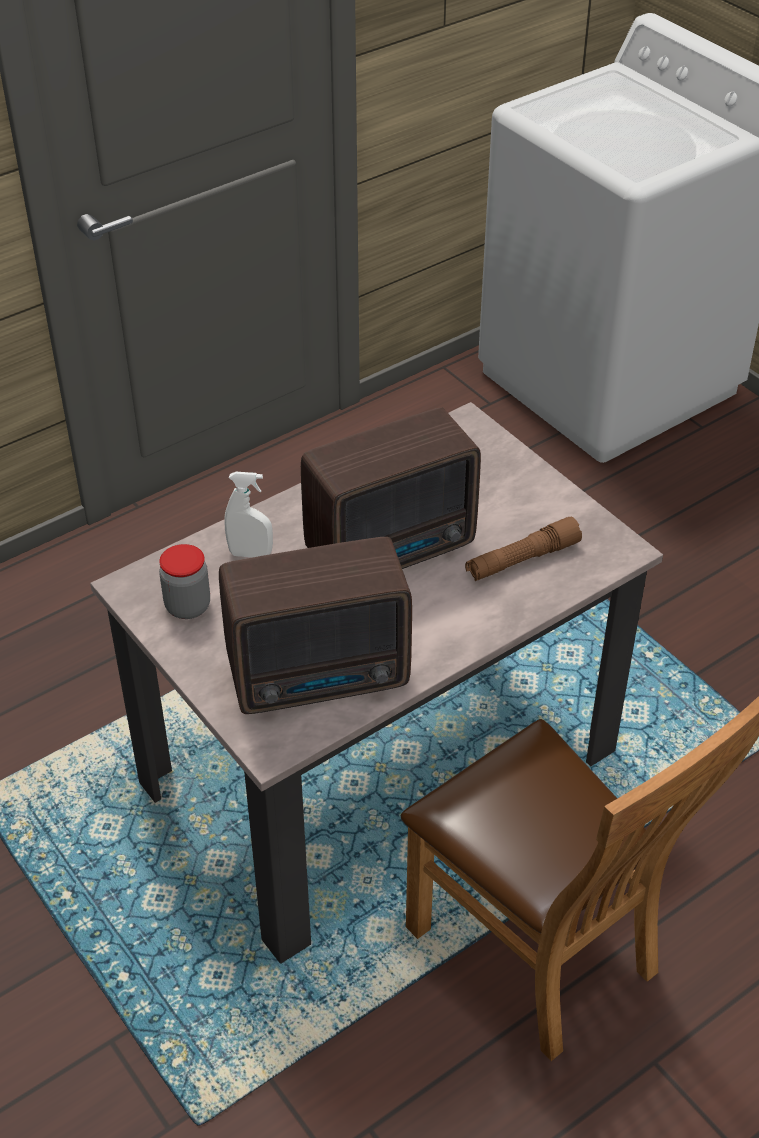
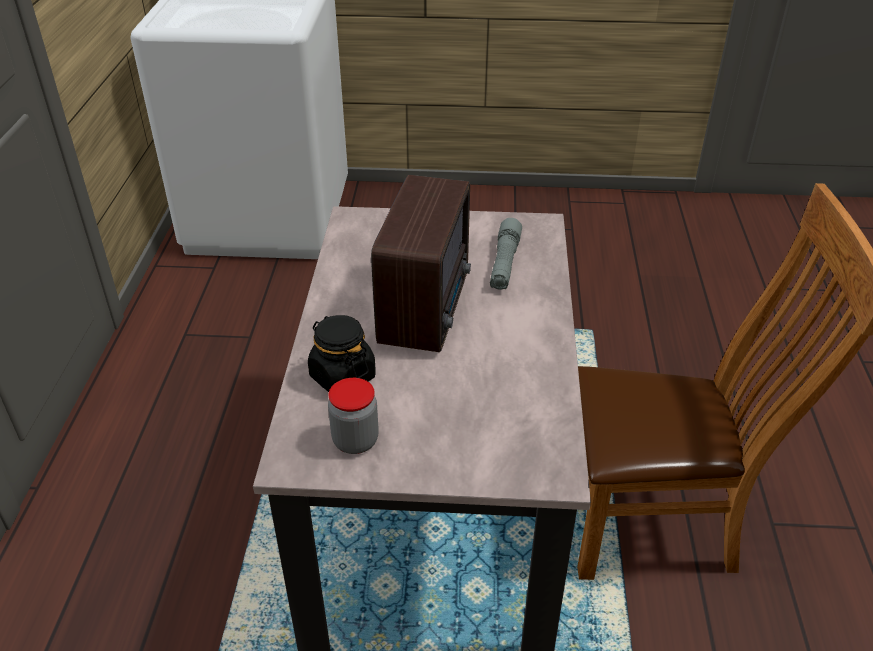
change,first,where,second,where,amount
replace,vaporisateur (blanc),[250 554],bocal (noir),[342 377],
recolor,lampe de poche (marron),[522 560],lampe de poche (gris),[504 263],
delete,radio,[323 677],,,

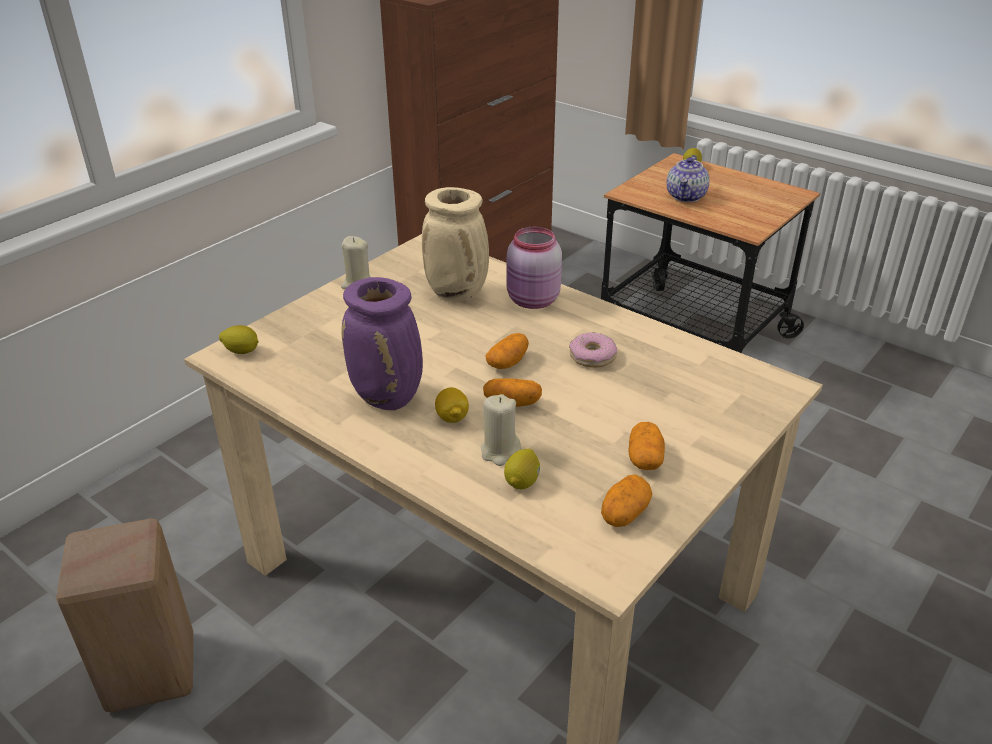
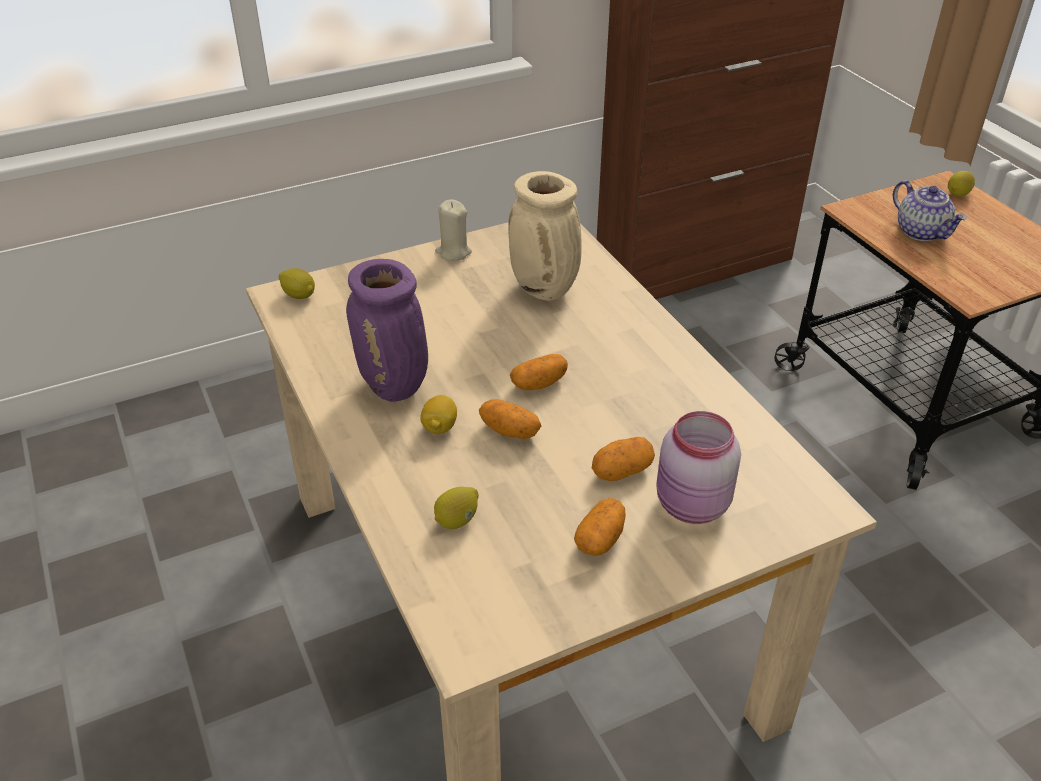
change,first,where,second,where,amount
move,pomme de terre,[624 513],,[621 471],
move,bocal (rose),[533 301],,[691 506],
rotate,théière,[686 196],,[922 232],75 degrees counterclockwise
delete,tabouret (beige),[148 670],,,
delete,bougie (beige),[500 452],,,
delete,beignet,[592 356],,,

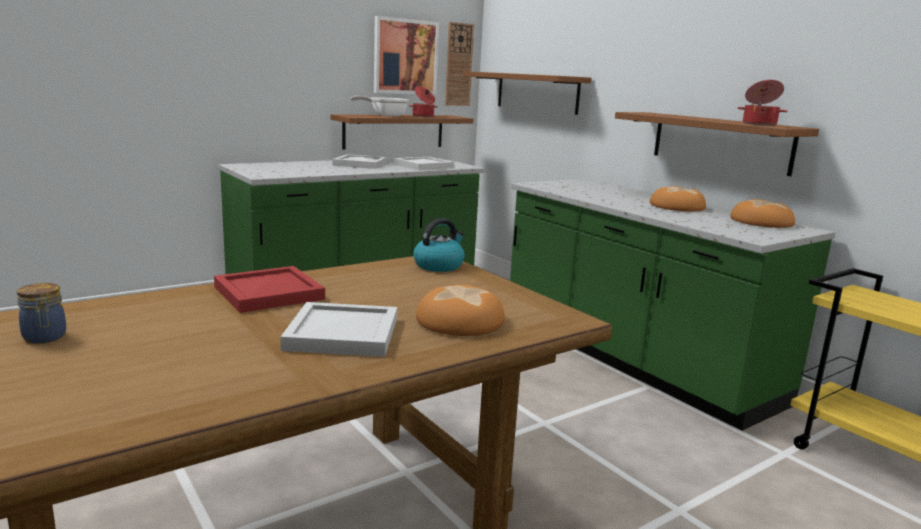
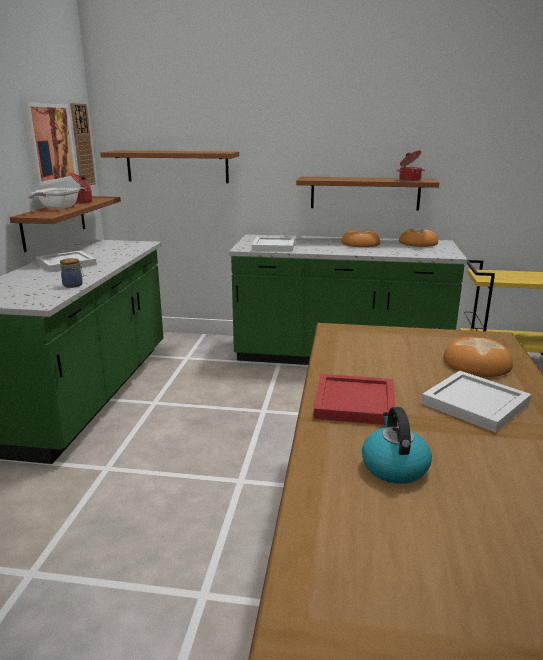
change,first,where,second,where,amount
move,bocal,[45 338],,[74 285],
move,plateau (blanc),[422 166],,[273 246],
move,bouilloire,[439 265],,[394 466],

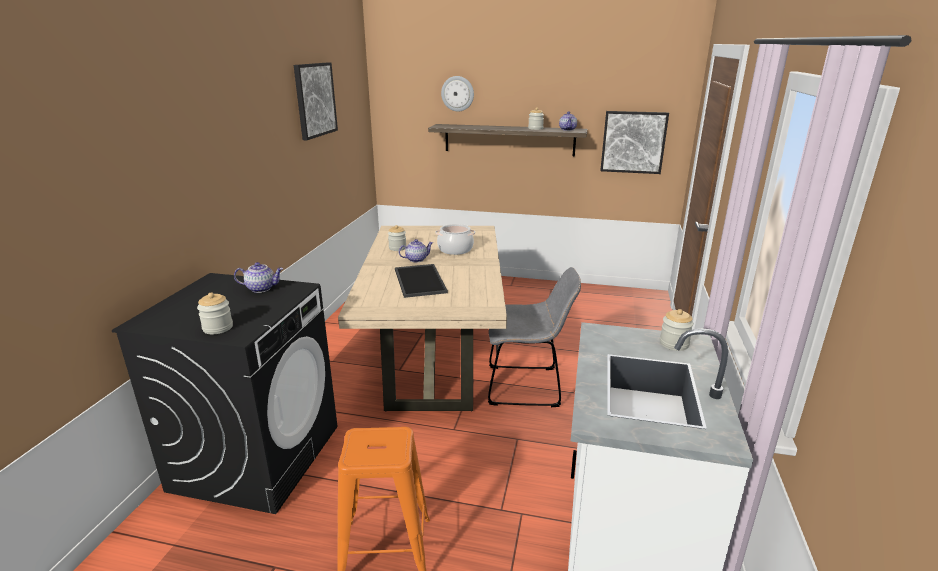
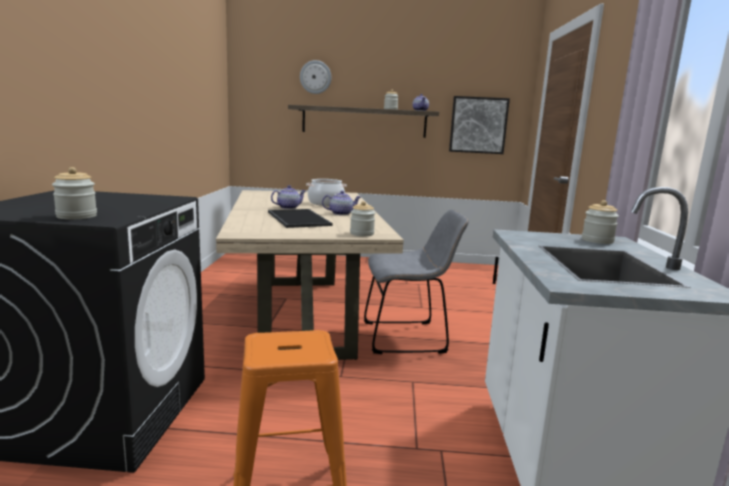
change,first,where,second,where,amount
move,théière,[261 288],,[341 213],
move,bocal,[397 248],,[362 234],
delete,tableau,[315 100],,,

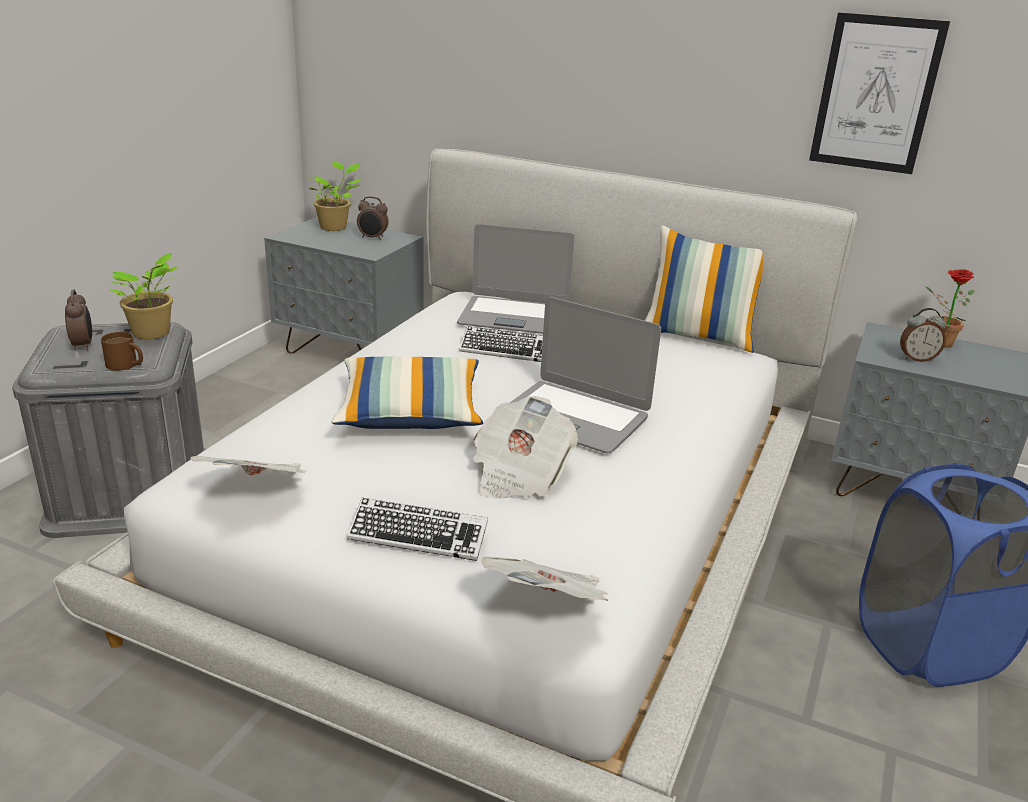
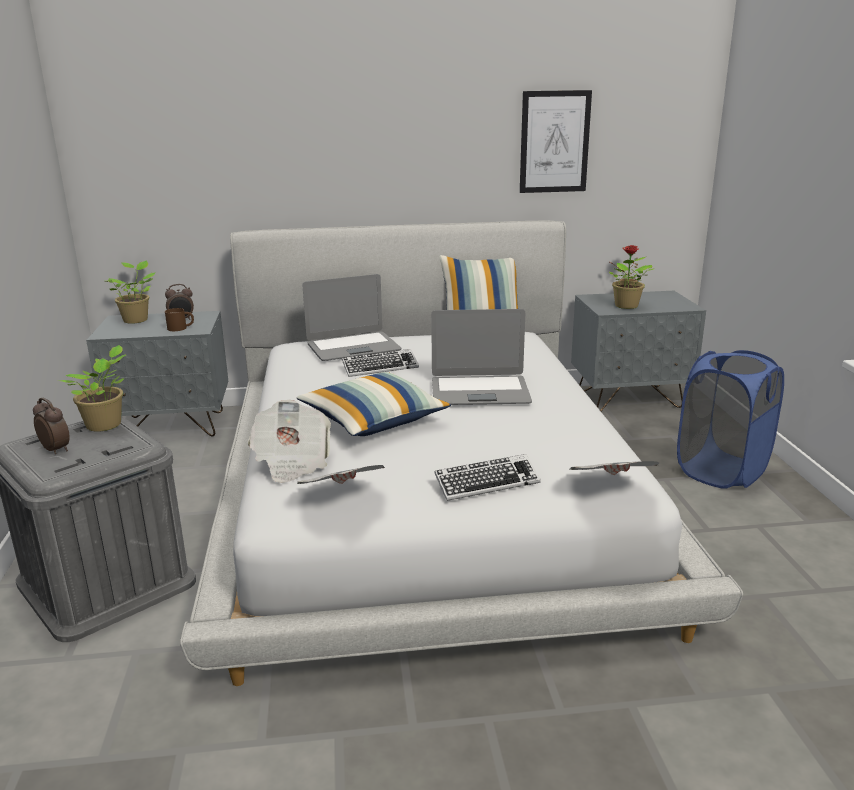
change,first,where,second,where,amount
move,mug (marron),[126 365],,[181 328],
move,journal,[519 474],,[292 462],
replace,réveil,[917 359],plante en pot,[626 306],

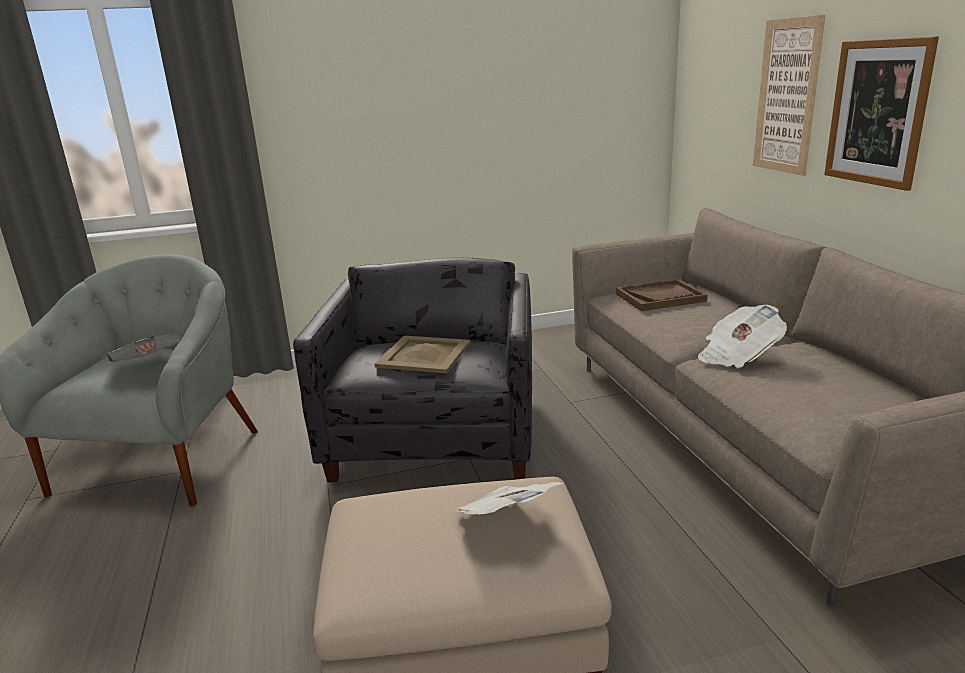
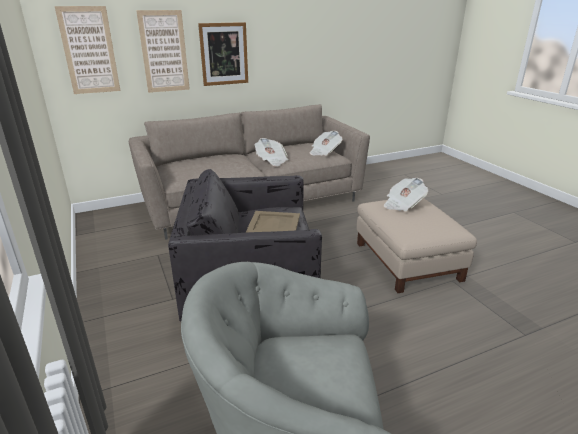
change,first,where,second,where,amount
insert,,,tableau,[89 51],
move,journal,[148 367],,[324 152],
delete,plateau (marron),[660 297],,,

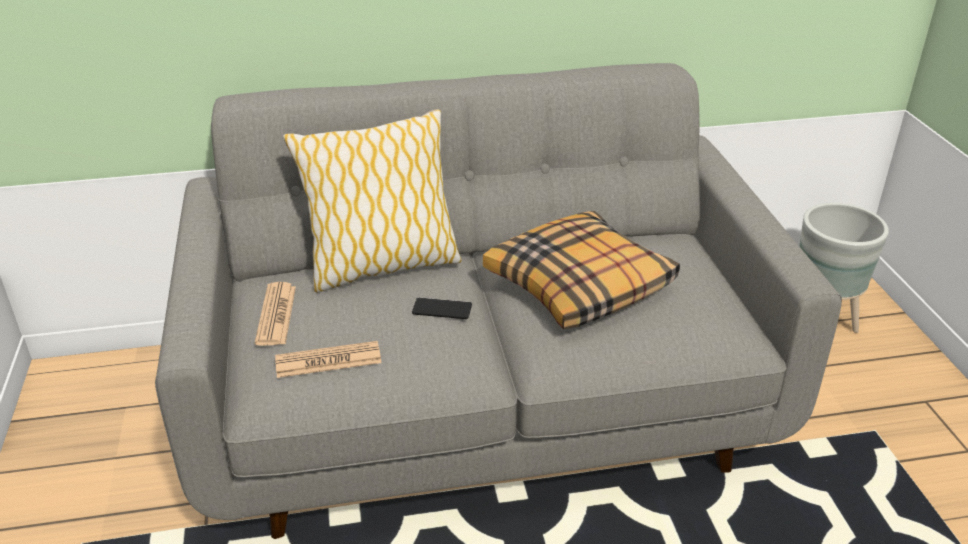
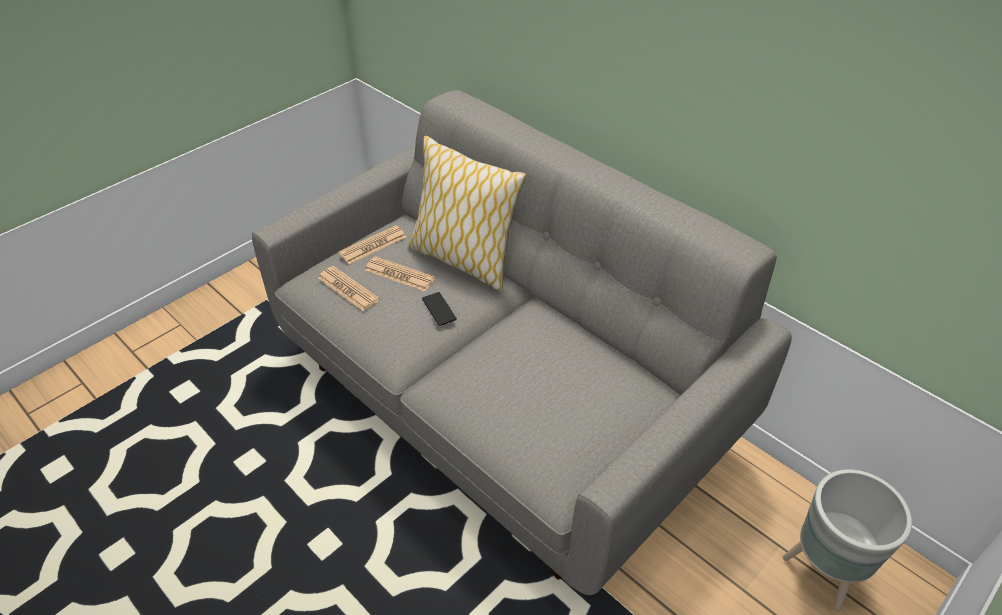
change,first,where,second,where,amount
insert,,,journal,[399 274],
delete,coussin,[579 286],,,

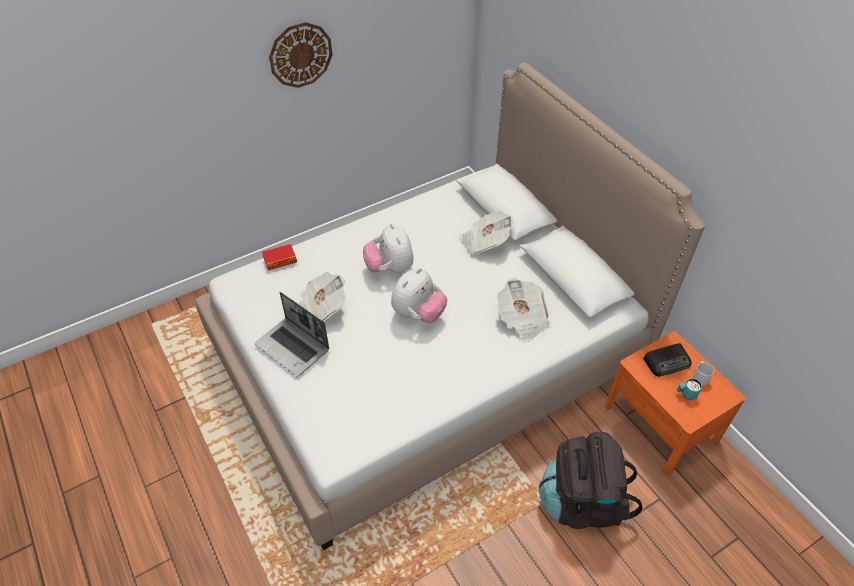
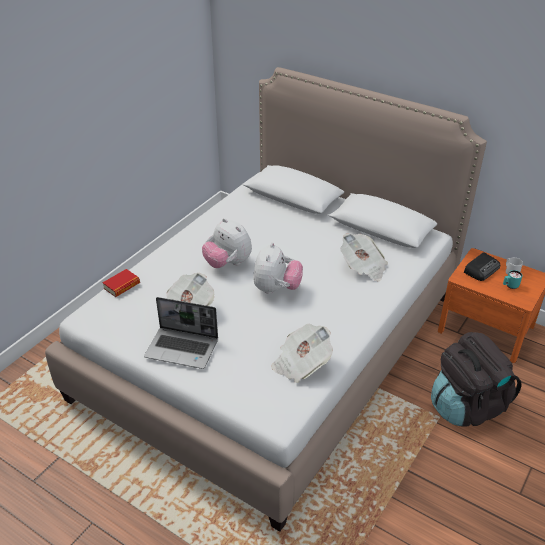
change,first,where,second,where,amount
move,journal,[484 242],,[301 364],
delete,horloge murale,[300 55],,,

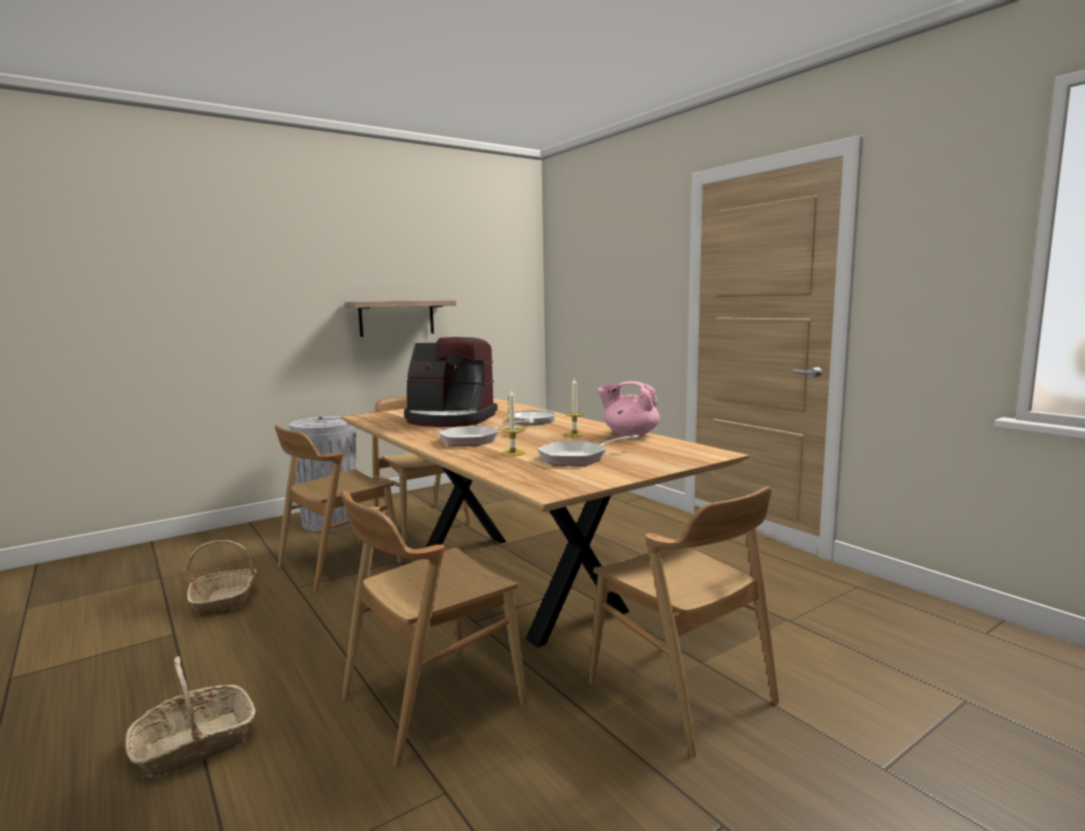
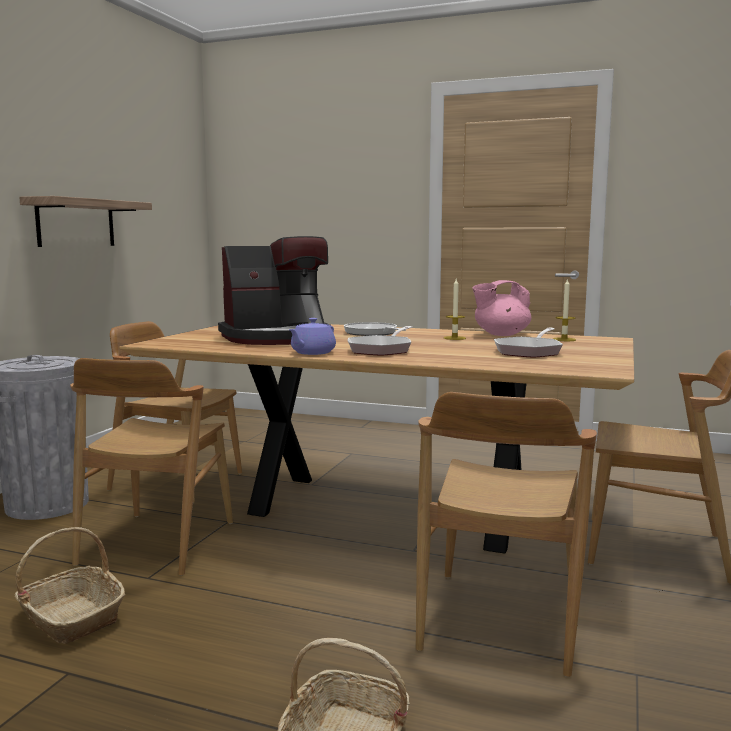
change,first,where,second,where,amount
insert,,,théière (violet),[312 353],
move,bougie,[513 453],,[564 339],

